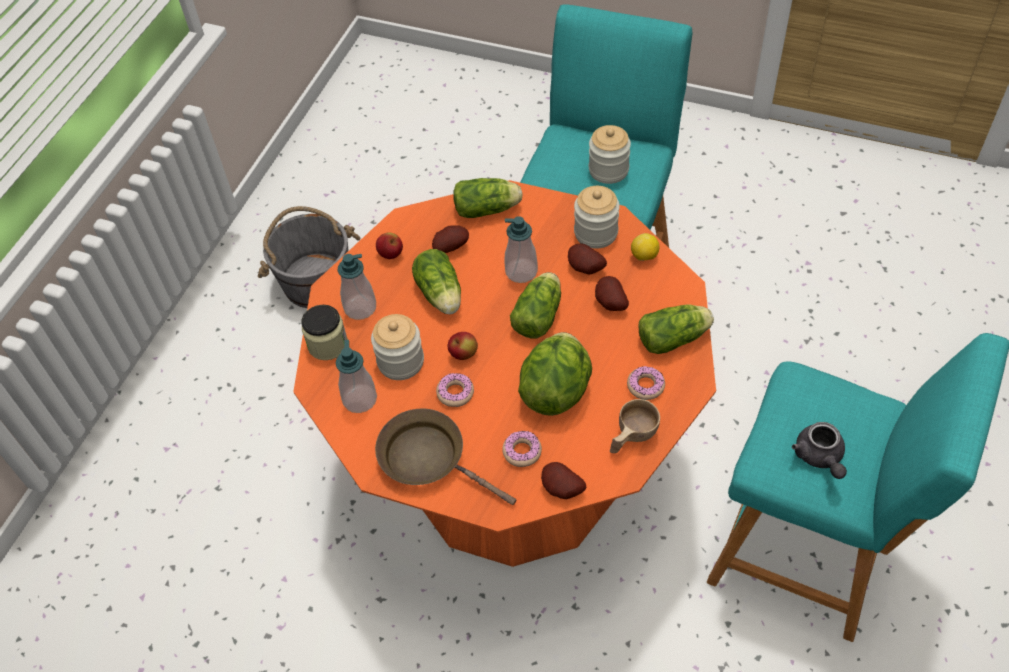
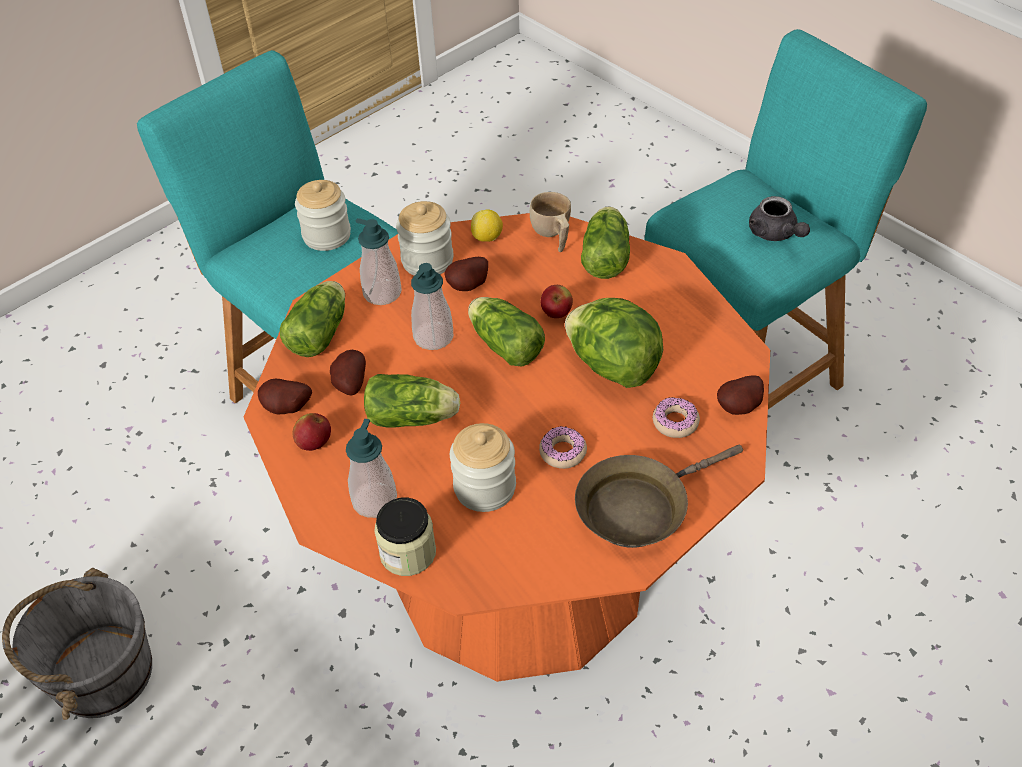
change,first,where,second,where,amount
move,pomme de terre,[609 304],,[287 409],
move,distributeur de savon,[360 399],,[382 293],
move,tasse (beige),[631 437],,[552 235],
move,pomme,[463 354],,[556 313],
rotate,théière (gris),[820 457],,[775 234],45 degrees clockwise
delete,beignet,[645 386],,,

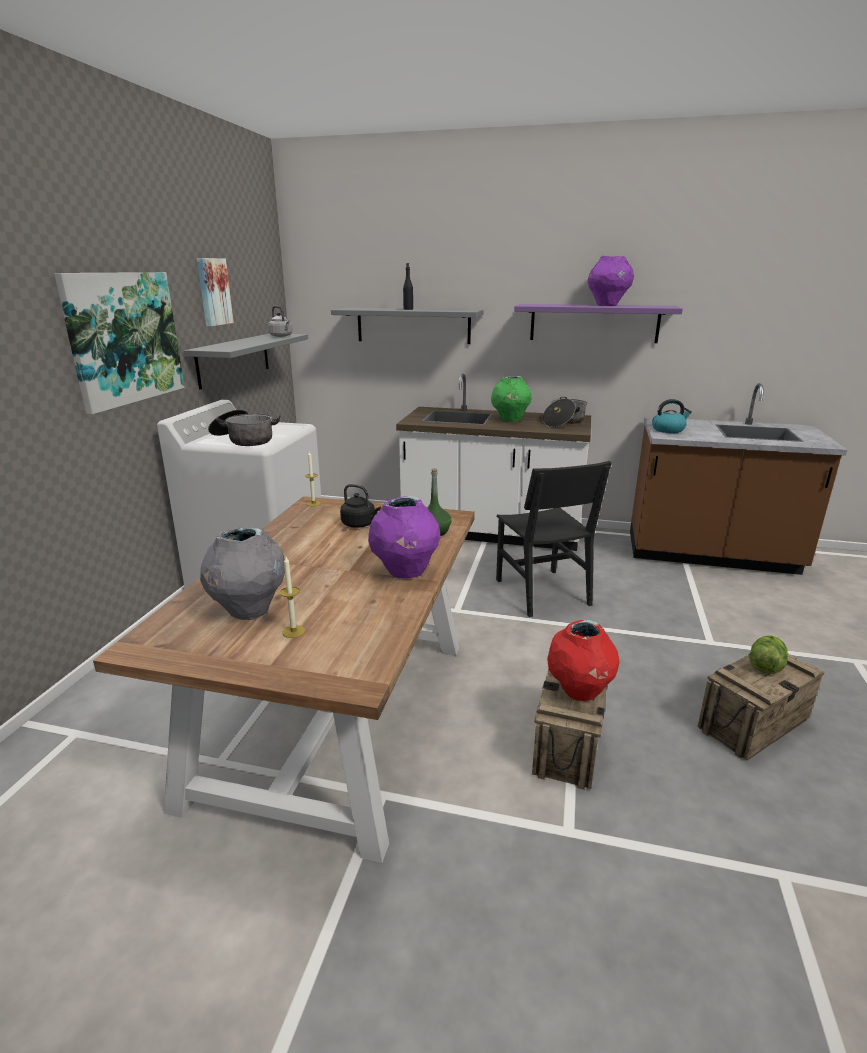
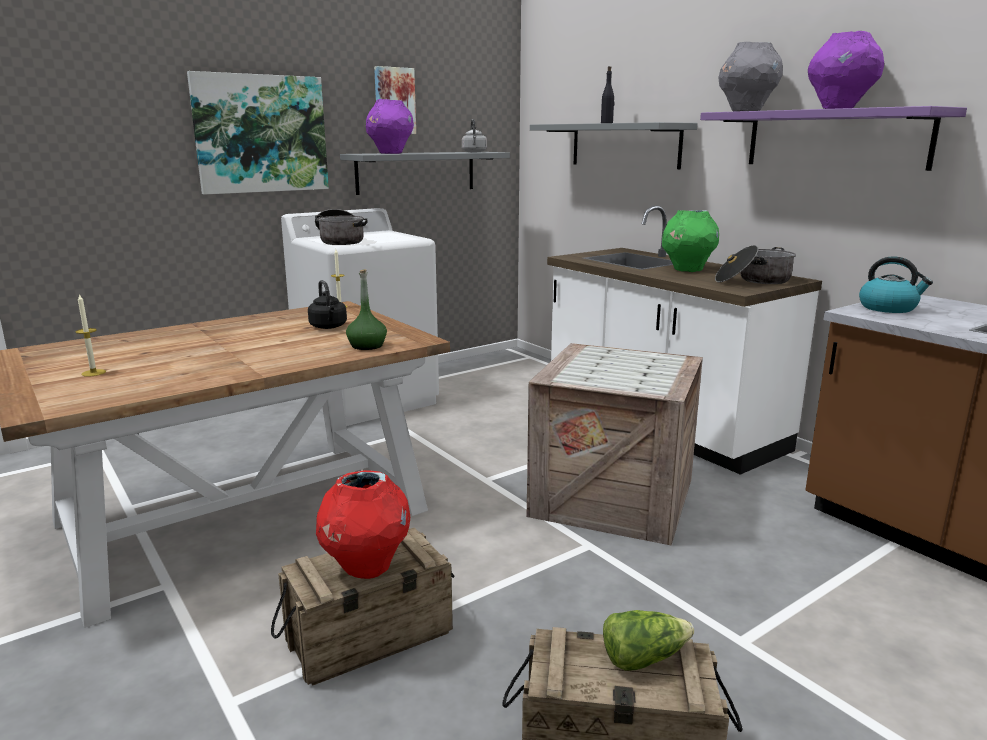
change,first,where,second,where,amount
move,vase (violet),[405 572],,[390 153],
replace,chaise (noir),[542 592],caisse,[610 498],
move,vase (gris),[249 611],,[746 111],

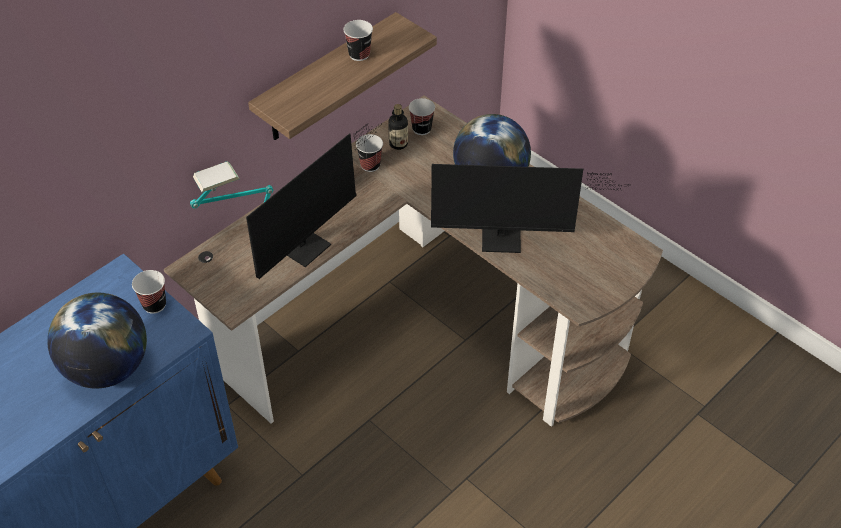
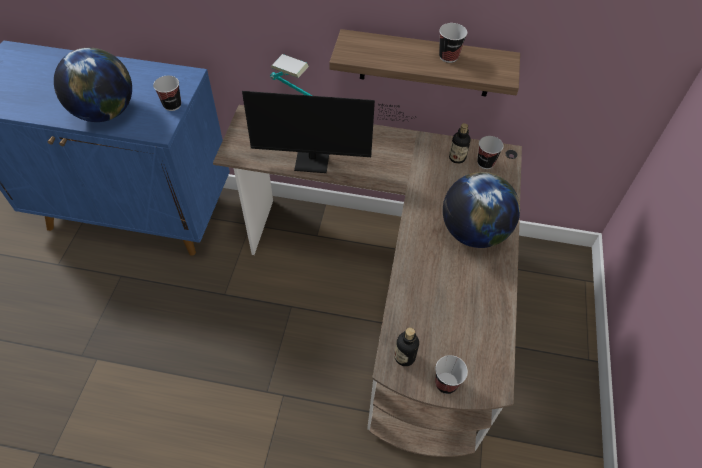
change,first,where,second,where,amount
insert,,,bouteille,[404 357],
move,tasse,[370 165],,[446 383],
delete,écran d'ordinateur,[508 239],,,

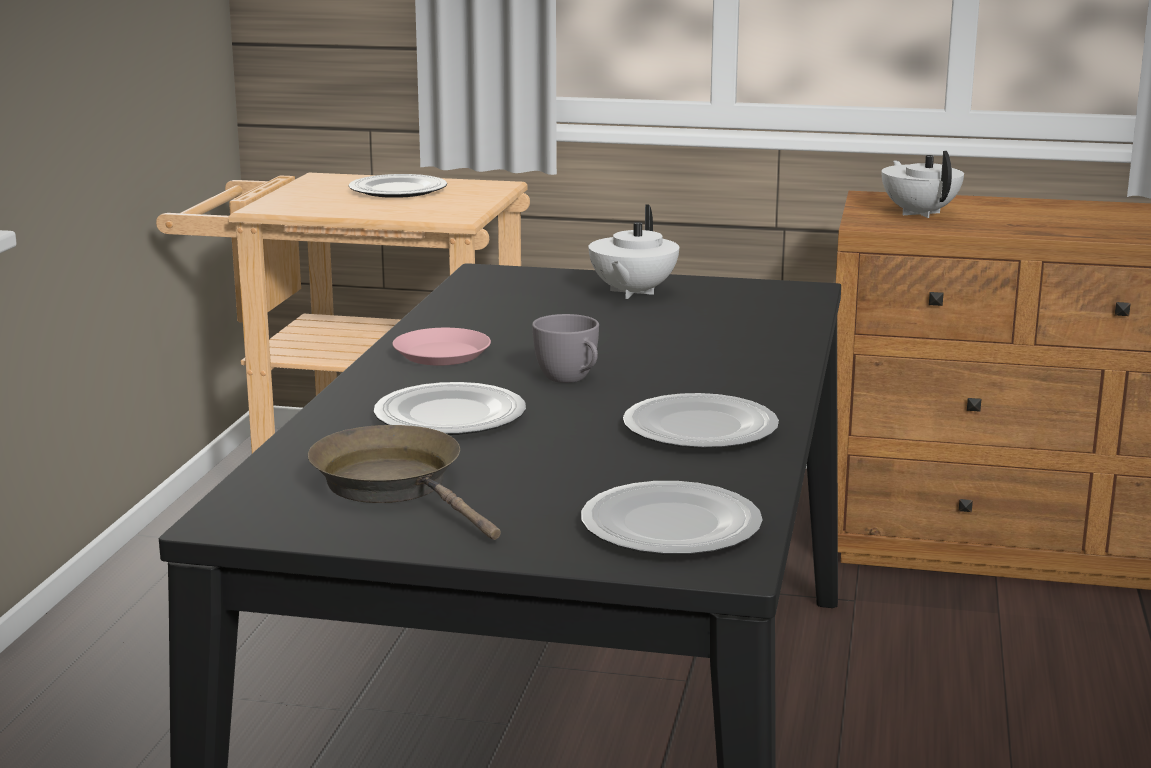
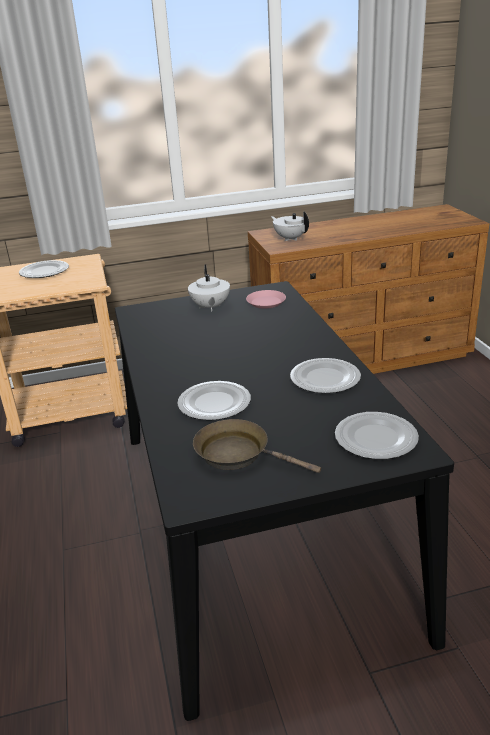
change,first,where,second,where,amount
move,assiette (rose),[441 354],,[265 302],
delete,tasse (gris),[570 379],,,

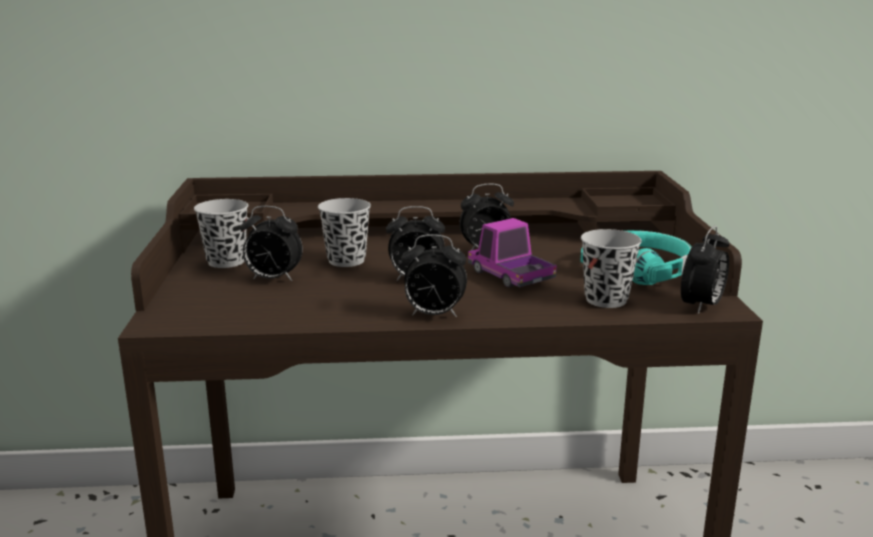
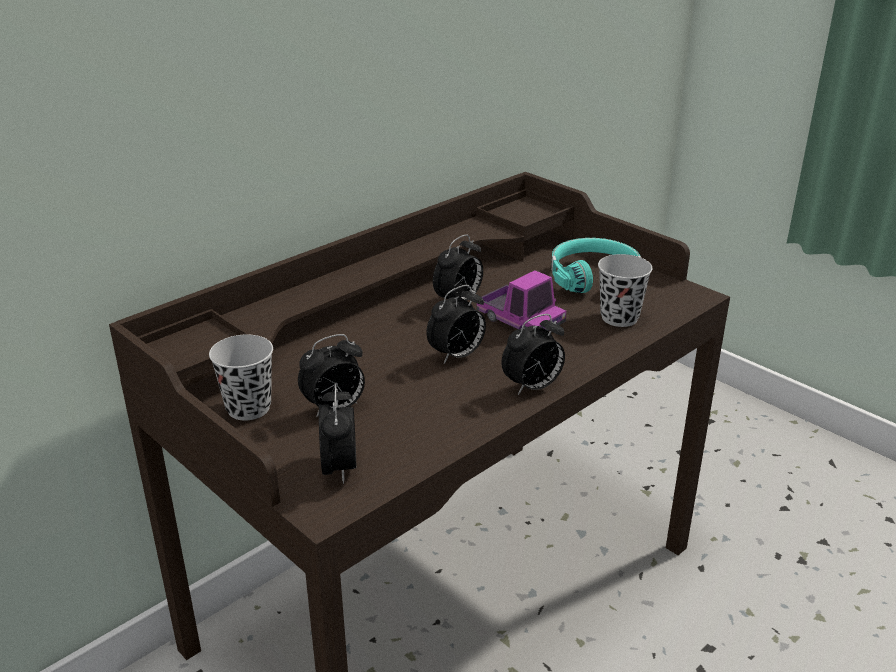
change,first,where,second,where,amount
move,réveil,[701 306],,[340 469],
rotate,camion jouet,[510 276],,[520 321],150 degrees counterclockwise
delete,tasse (noir),[346 260],,,

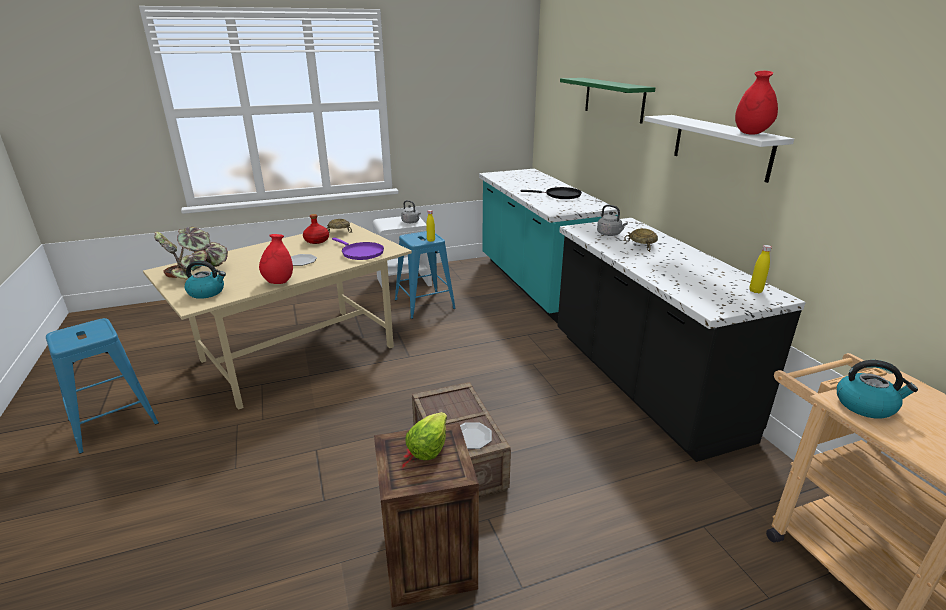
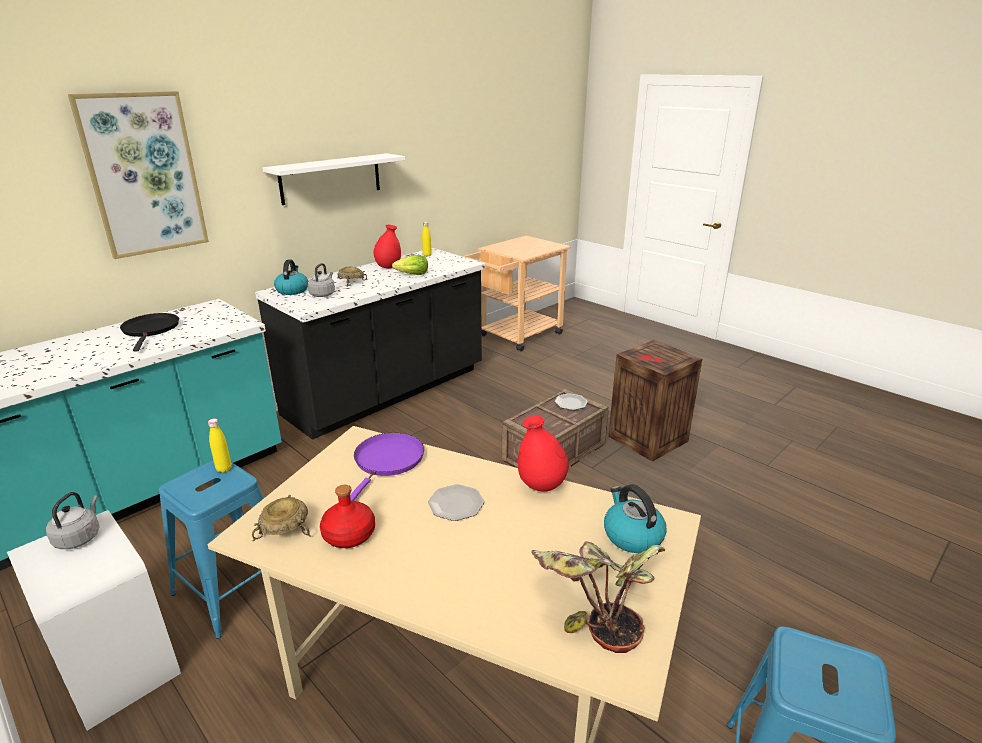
change,first,where,second,where,amount
replace,étagère (vert),[613 99],tableau,[144 175],
move,bouilloire,[865 405],,[292 290],
move,vase (rouge),[751 133],,[388 267],
move,laitue,[428 447],,[412 275],

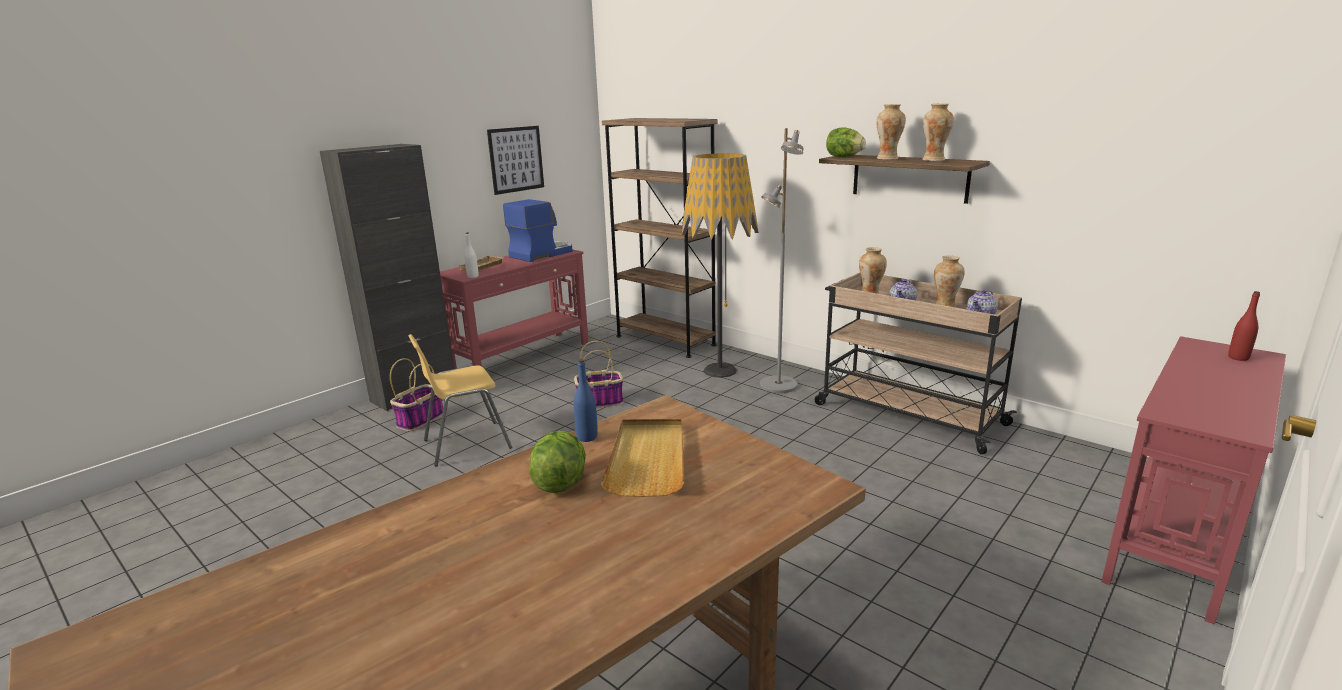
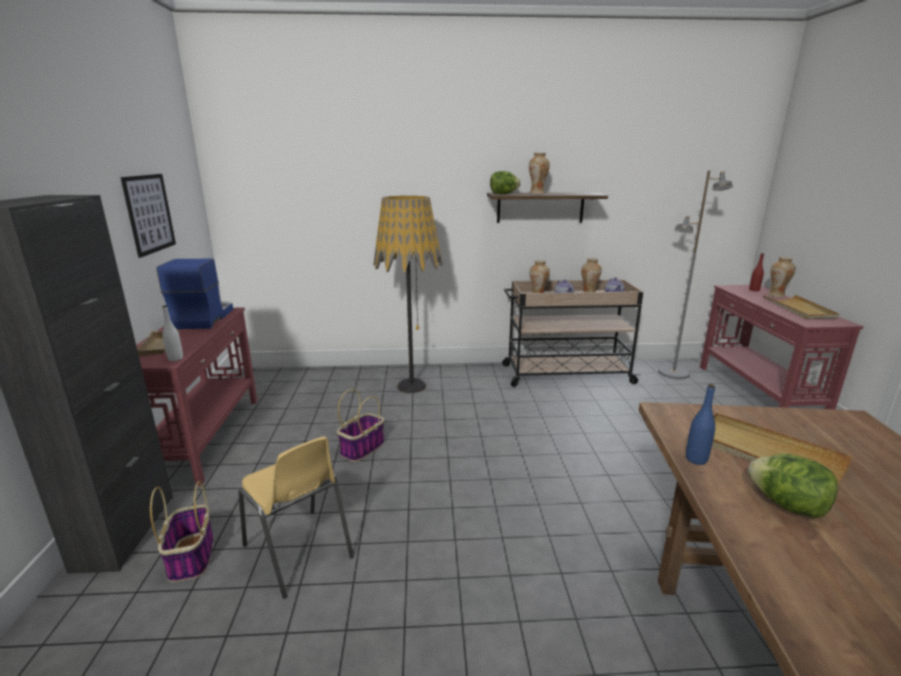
change,first,where,second,where,amount
rotate,chaise (jaune),[466 444],,[299 552],60 degrees counterclockwise
move,lampadaire (gris),[778 385],,[673 373],
insert,,,plateau (beige),[798 309],
move,vase,[933 160],,[776 296],
delete,bibliothèque (marron),[665 340],,,

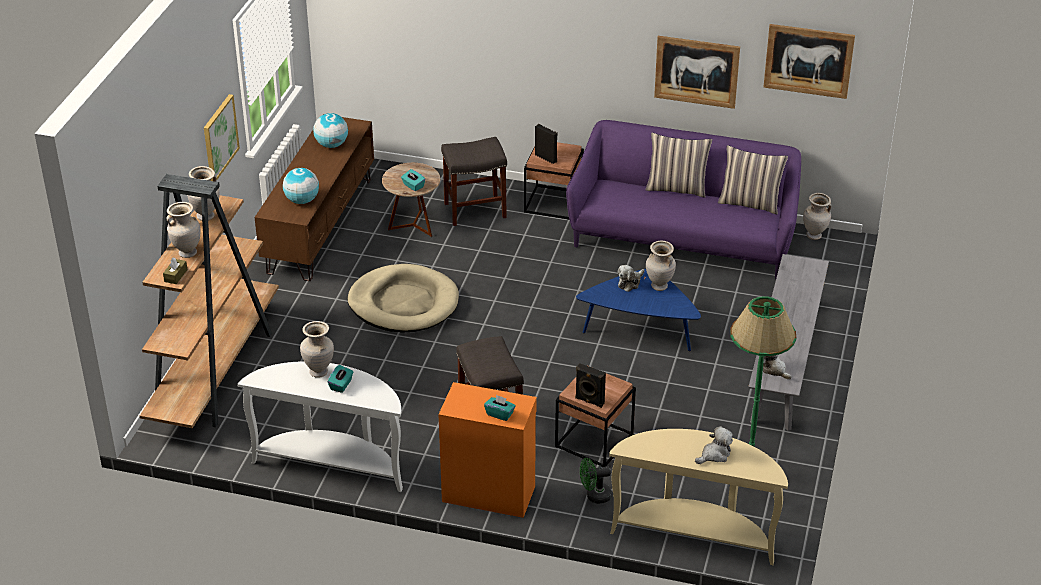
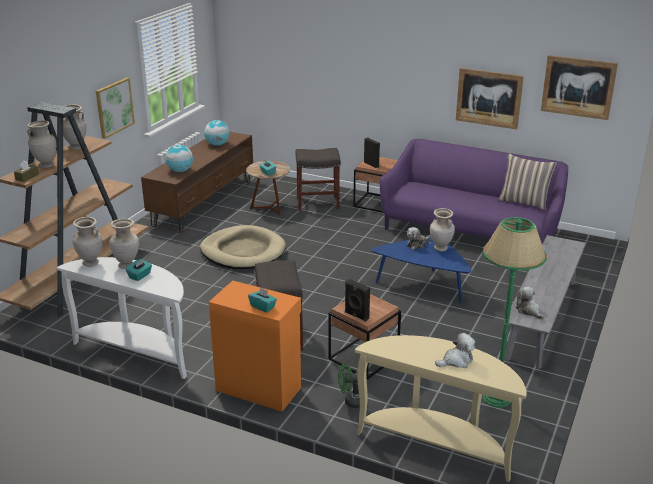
change,first,where,second,where,amount
move,vase (beige),[814 236],,[90 263],
delete,coussin,[677 188],,,

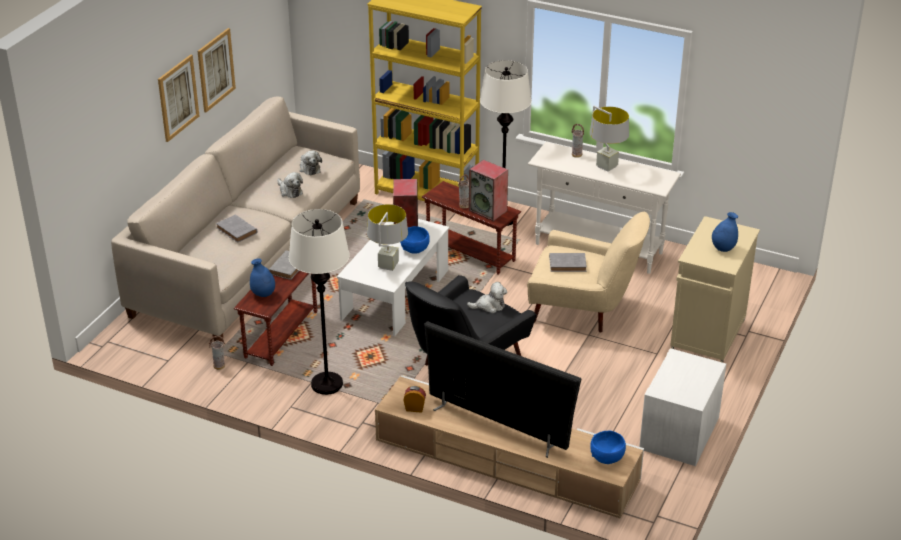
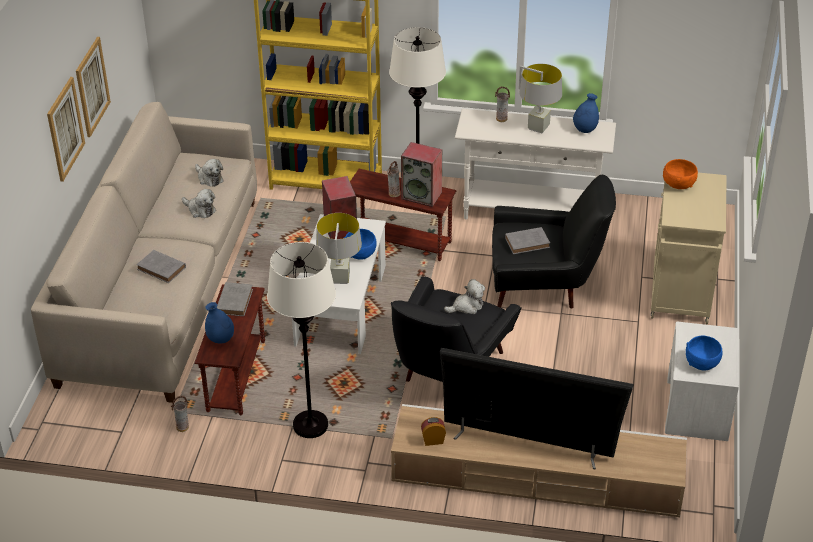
change,first,where,second,where,amount
recolor,fauteuil (beige),[583 310],fauteuil (noir),[544 286],
move,vase (bleu),[723 248],,[585 129],
insert,,,bol (orange),[678 184],
move,bol (bleu),[607 457],,[702 363],

